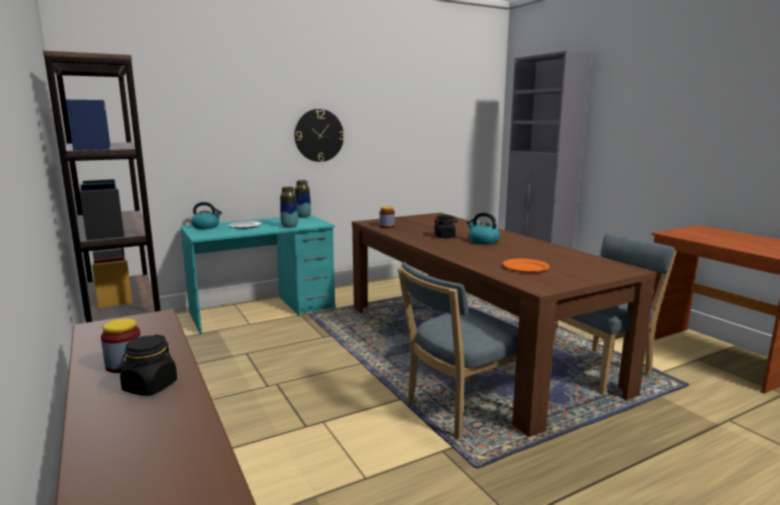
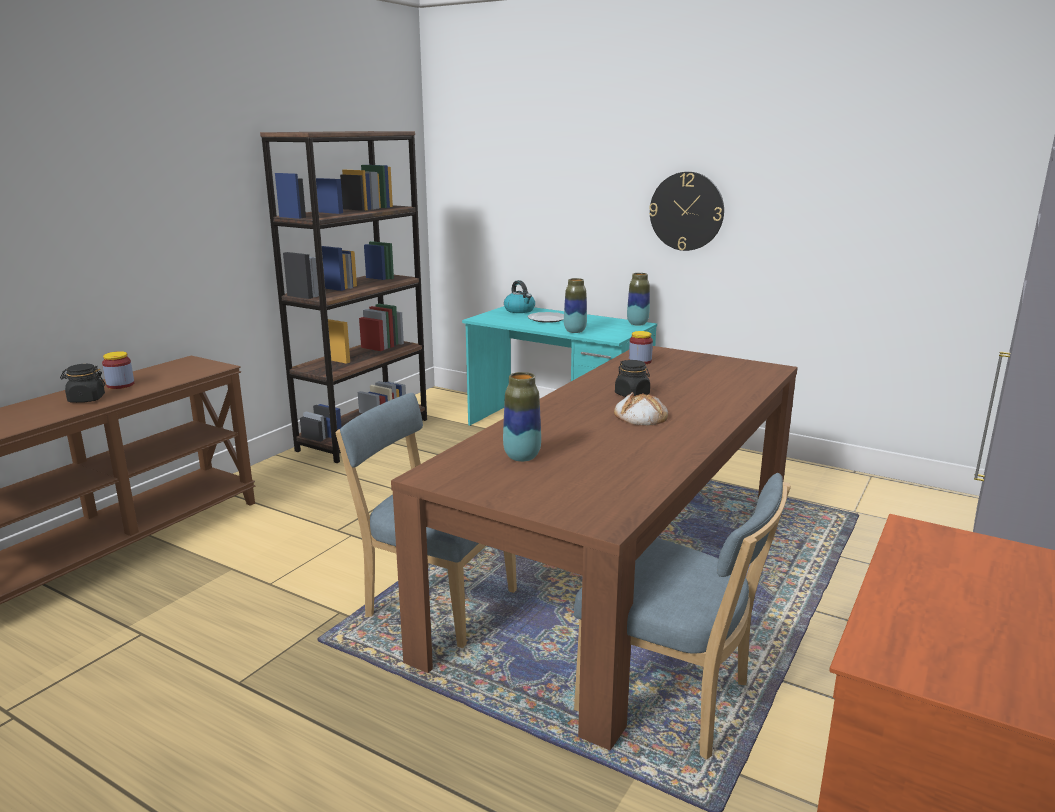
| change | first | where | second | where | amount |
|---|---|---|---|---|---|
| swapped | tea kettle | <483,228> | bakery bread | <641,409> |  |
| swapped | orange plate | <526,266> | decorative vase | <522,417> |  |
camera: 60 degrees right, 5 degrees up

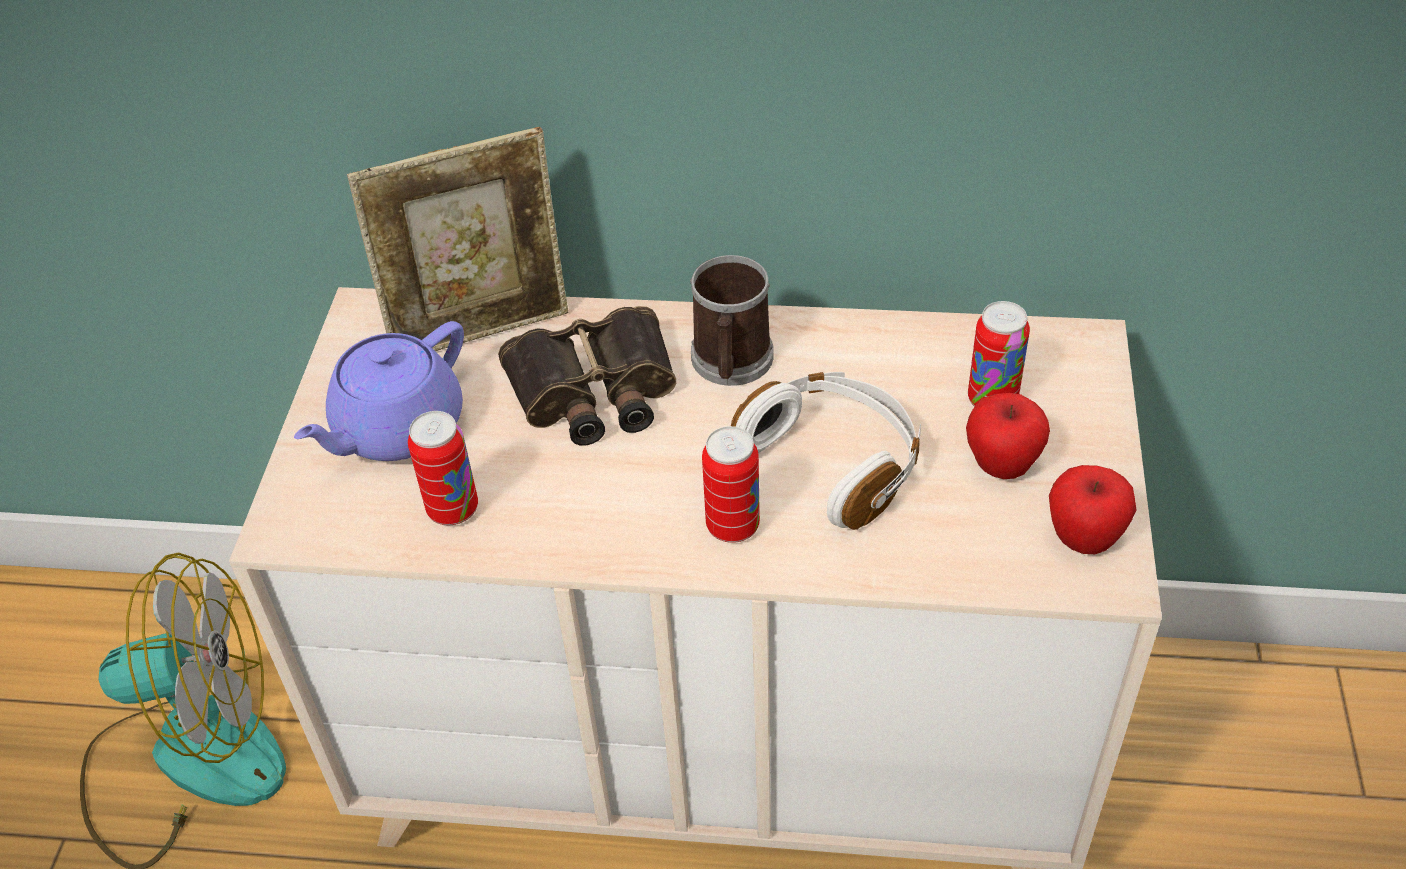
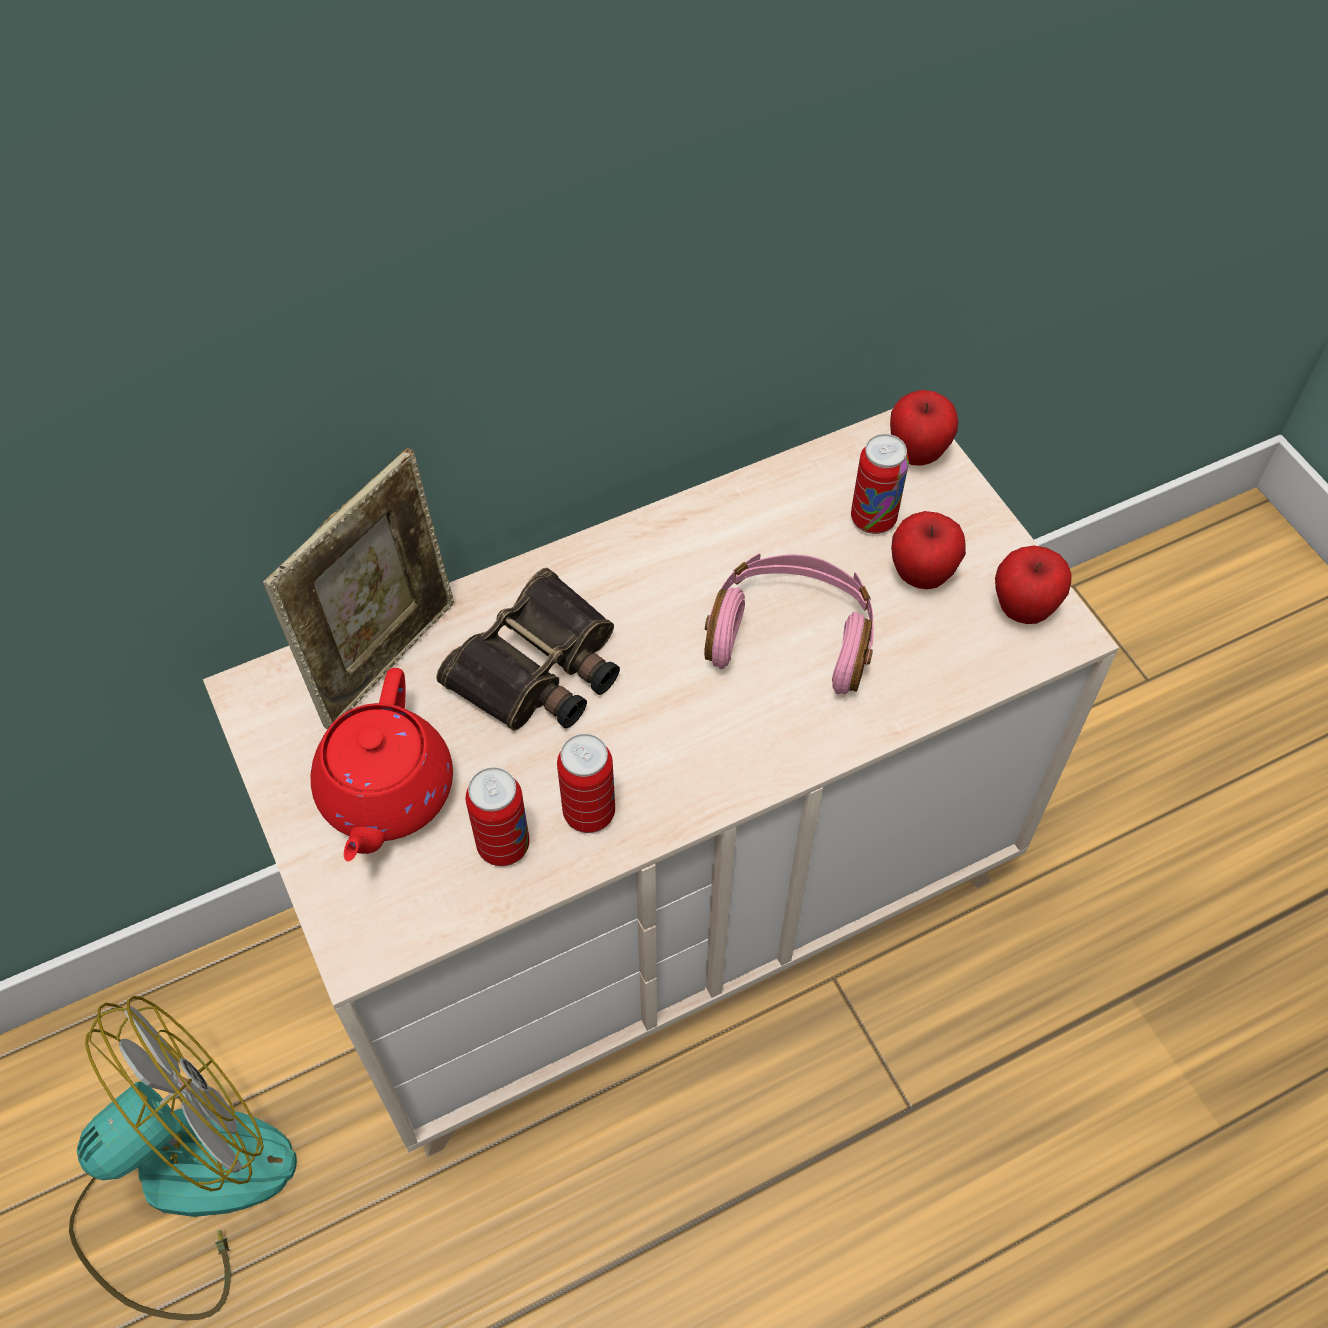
| change | first | where | second | where | amount |
|---|---|---|---|---|---|
| repainted | purplish teapot | <379,391> | reddish teapot | <382,764> |  |
| gone | mug | <732,320> |  |  |  |
| shifted | metal can | <731,484> |  | <586,783> |  |
| repainted | white headset | <826,451> | pink-coloured headset | <789,623> |  |
| new |  |  | whole apple | <924,428> |  |
camera: 35 degrees left, 10 degrees up

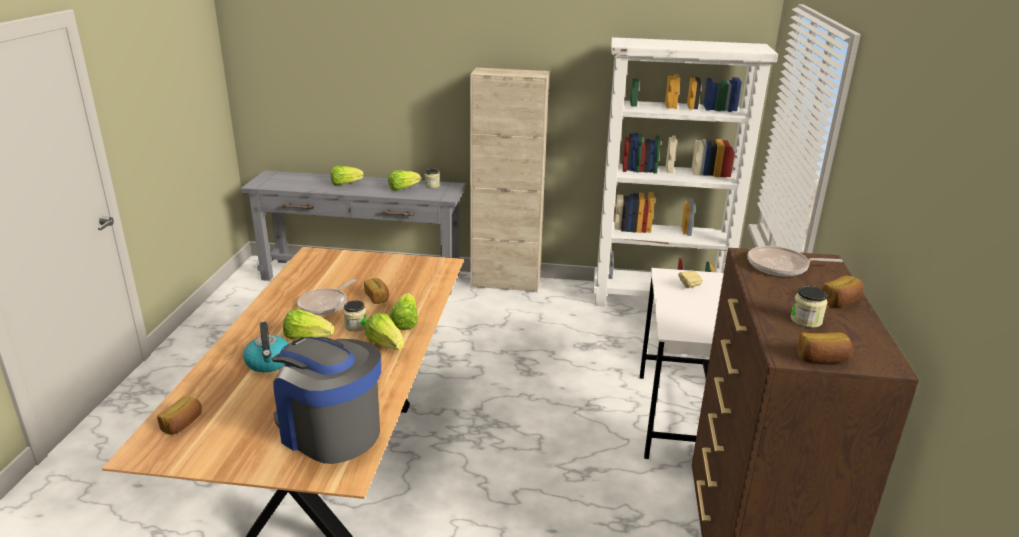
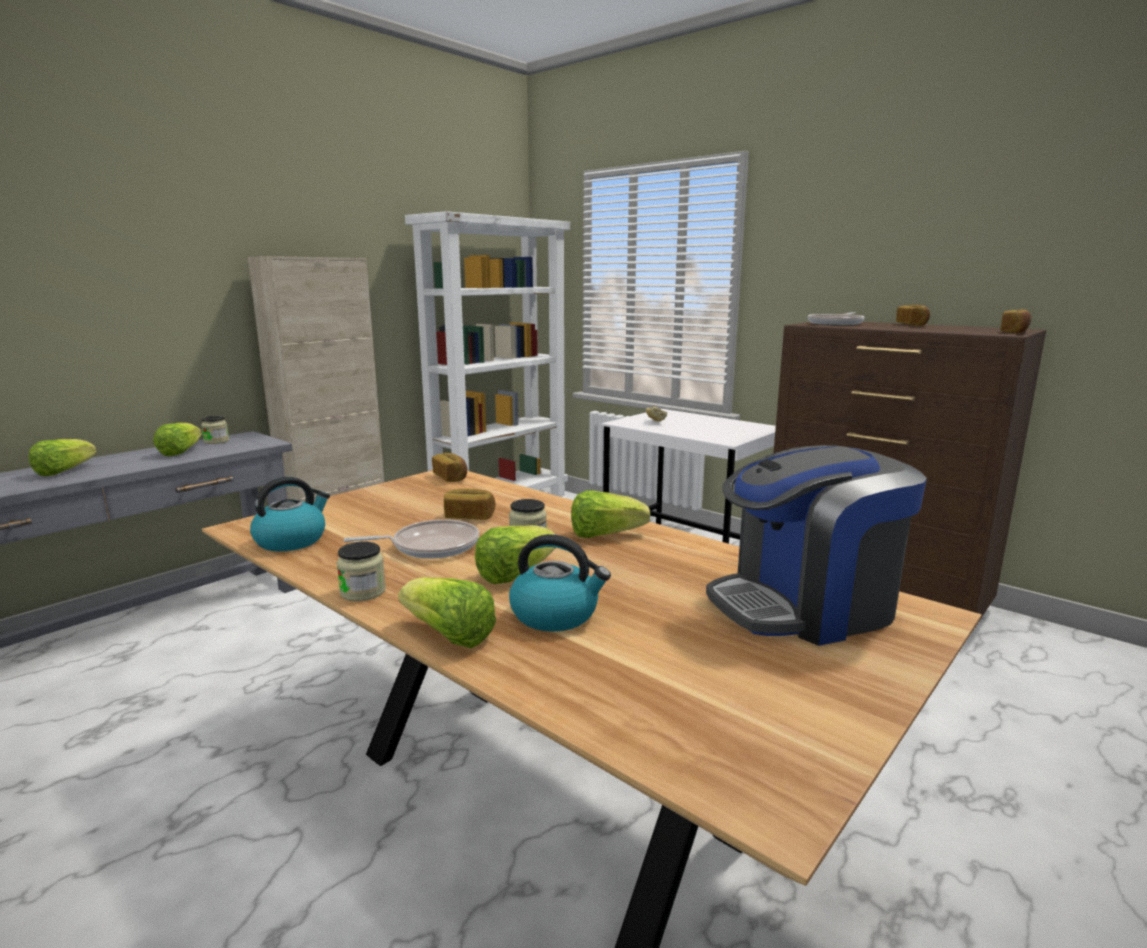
| change | first | where | second | where | amount |
|---|---|---|---|---|---|
| shifted | bakery bread | <179,415> |  | <449,467> |  |
| rotated | frying pan | <327,297> |  | <411,539> | 75 degrees counterclockwise |
| shifted | head of lettuce | <403,311> |  | <447,612> |  |
| shifted | storage jar | <809,307> |  | <361,571> |  |
| new |  |  | tea kettle | <290,514> |  |
camera: 55 degrees left, 10 degrees down

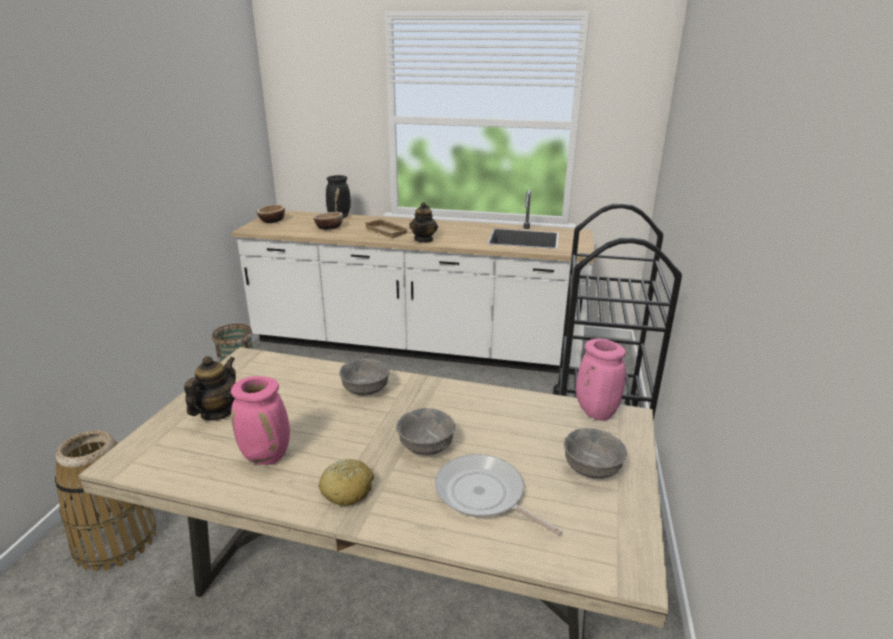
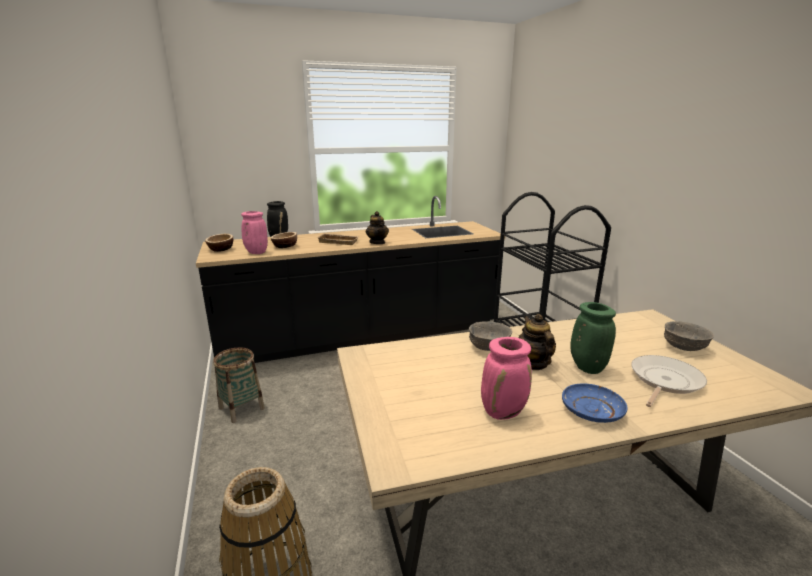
| change | first | where | second | where | amount |
|---|---|---|---|---|---|
| shifted | teapot | <210,388> |  | <537,342> |  |
| repainted | white kitchen counter | <413,282> | black-coloured kitchen counter | <350,279> |  |
| swapped | bakery bread | <346,482> | bluish plate | <595,403> |  |
| swapped | grey deep dish | <425,431> | greenish decorative vase | <593,338> |  |
| rotated | frying pan | <498,495> |  | <669,381> | 120 degrees clockwise |
| shifted | pink-coloured decorative vase | <601,380> |  | <254,232> |  |
camera: 30 degrees left, 5 degrees down

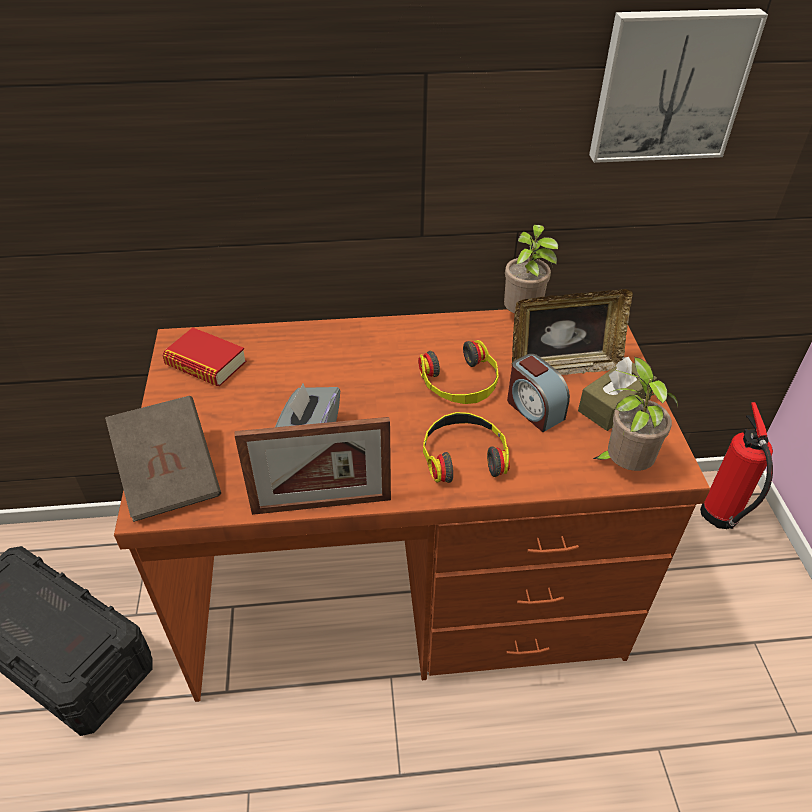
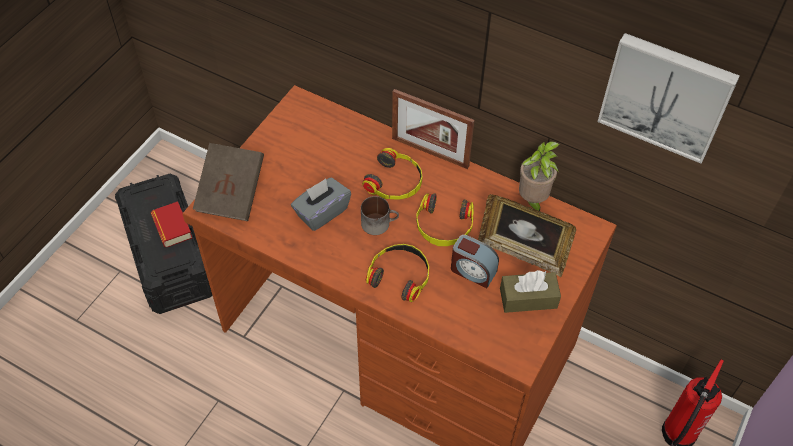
| change | first | where | second | where | amount |
|---|---|---|---|---|---|
| shifted | bound book | <204,356> |  | <171,224> |  |
| shifted | picture frame | <313,466> |  | <433,129> |  |
| rotated | table clock | <538,393> |  | <475,261> | 60 degrees counterclockwise |
| gone | houseplant | <635,414> |  |  |  |
| new |  |  | mug | <380,215> |  |
| new |  |  | headset | <392,174> |  |
camera: 35 degrees right, 10 degrees up

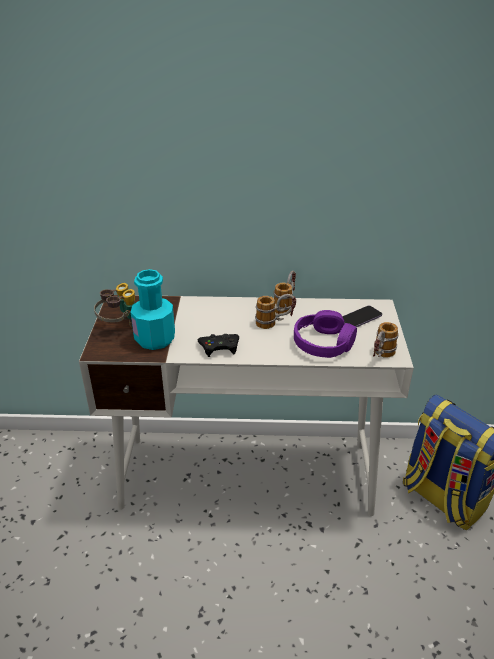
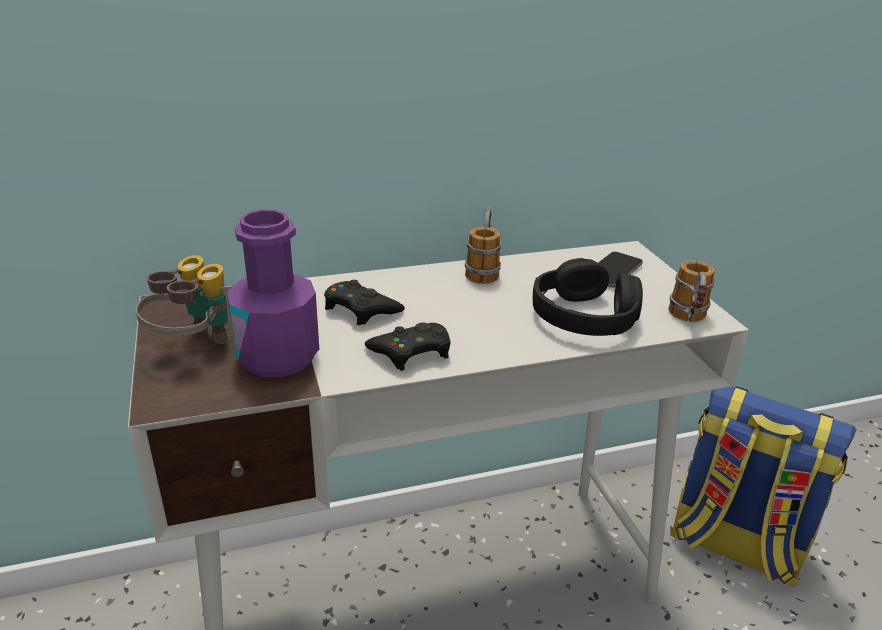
| change | first | where | second | where | amount |
|---|---|---|---|---|---|
| repainted | turquoise-coloured drink bottle | <153,309> | purplish drink bottle | <273,293> |  |
| gone | mug | <275,311> |  |  |  |
| repainted | purplish headset | <325,334> | black-coloured headset | <588,297> |  |
| new |  |  | black-coloured joypad | <364,302> |  |
camera: 20 degrees left, 5 degrees down

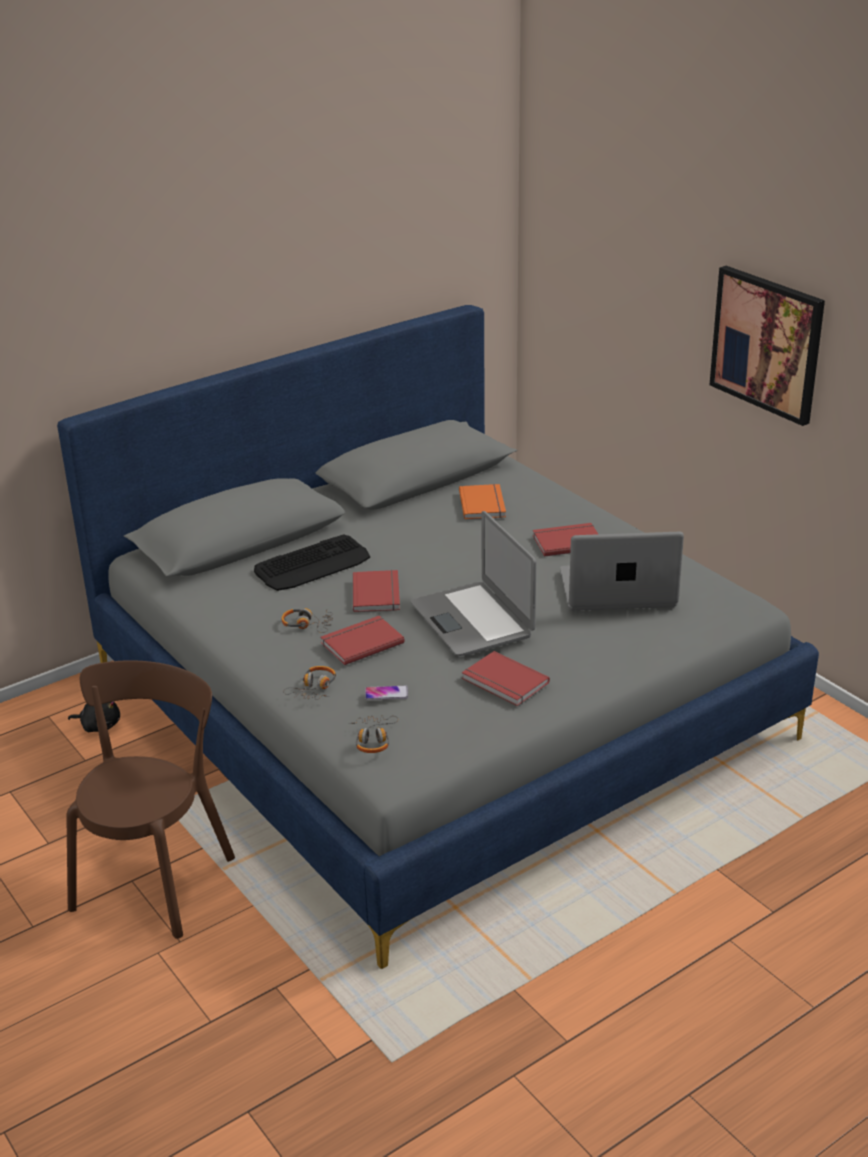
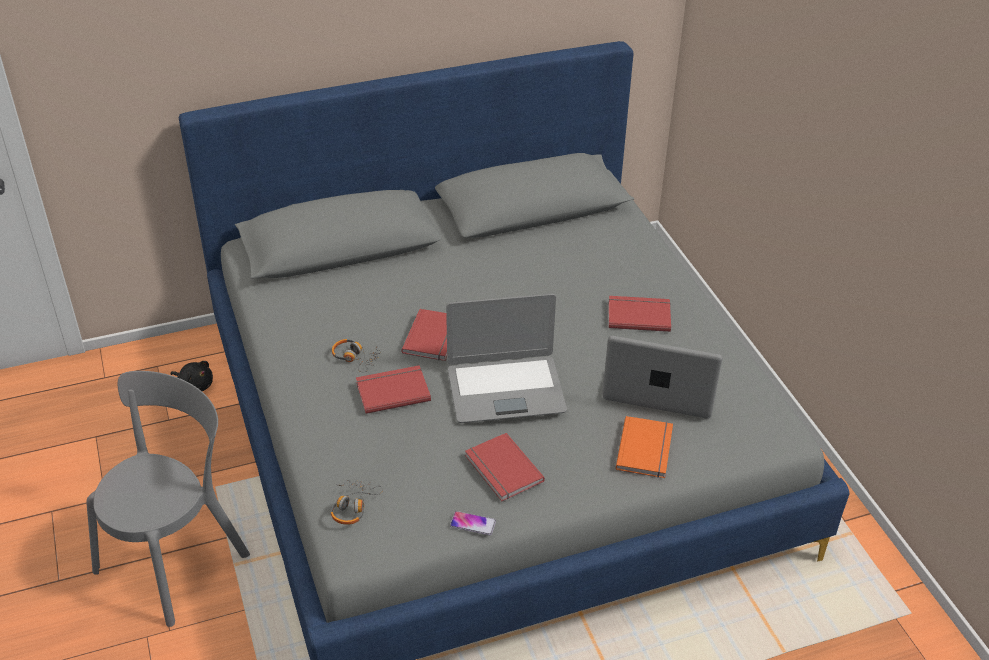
| change | first | where | second | where | amount |
|---|---|---|---|---|---|
| repainted | brown chair | <150,799> | grey chair | <168,499> |  |
| gone | keyboard | <312,562> |  |  |  |
| gone | headset | <309,683> |  |  |  |
| shifted | phone | <386,693> |  | <473,523> |  |
| rotated | laptop | <473,583> |  | <506,358> | 90 degrees counterclockwise |
| shifted | orange bound book | <482,501> |  | <644,447> |  |
| gone | wall picture | <767,346> |  |  |  |
camera: 15 degrees right, 10 degrees up

